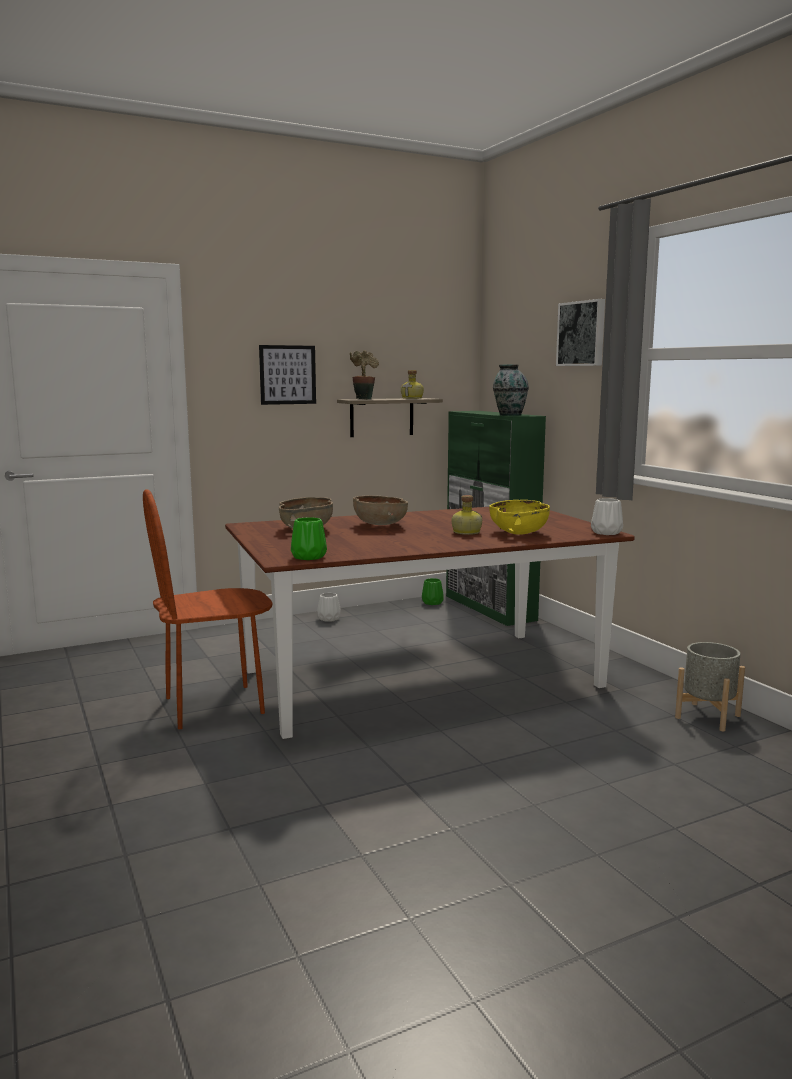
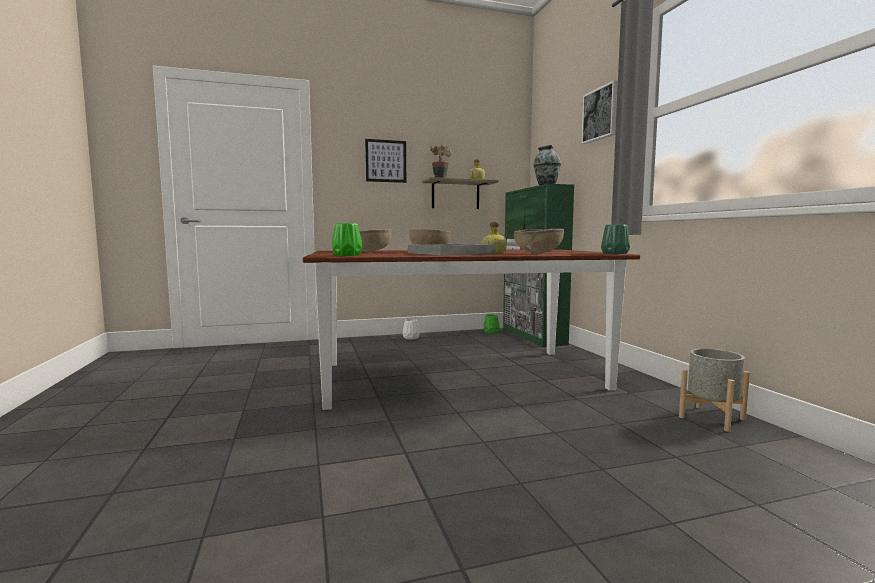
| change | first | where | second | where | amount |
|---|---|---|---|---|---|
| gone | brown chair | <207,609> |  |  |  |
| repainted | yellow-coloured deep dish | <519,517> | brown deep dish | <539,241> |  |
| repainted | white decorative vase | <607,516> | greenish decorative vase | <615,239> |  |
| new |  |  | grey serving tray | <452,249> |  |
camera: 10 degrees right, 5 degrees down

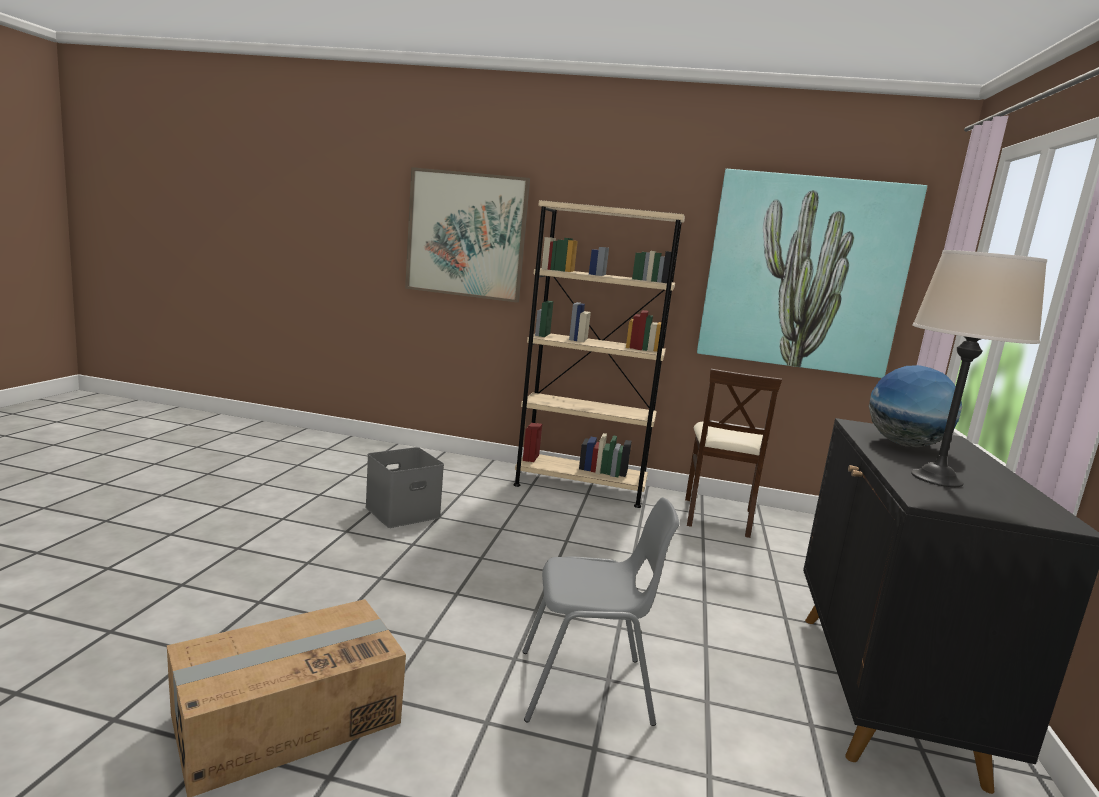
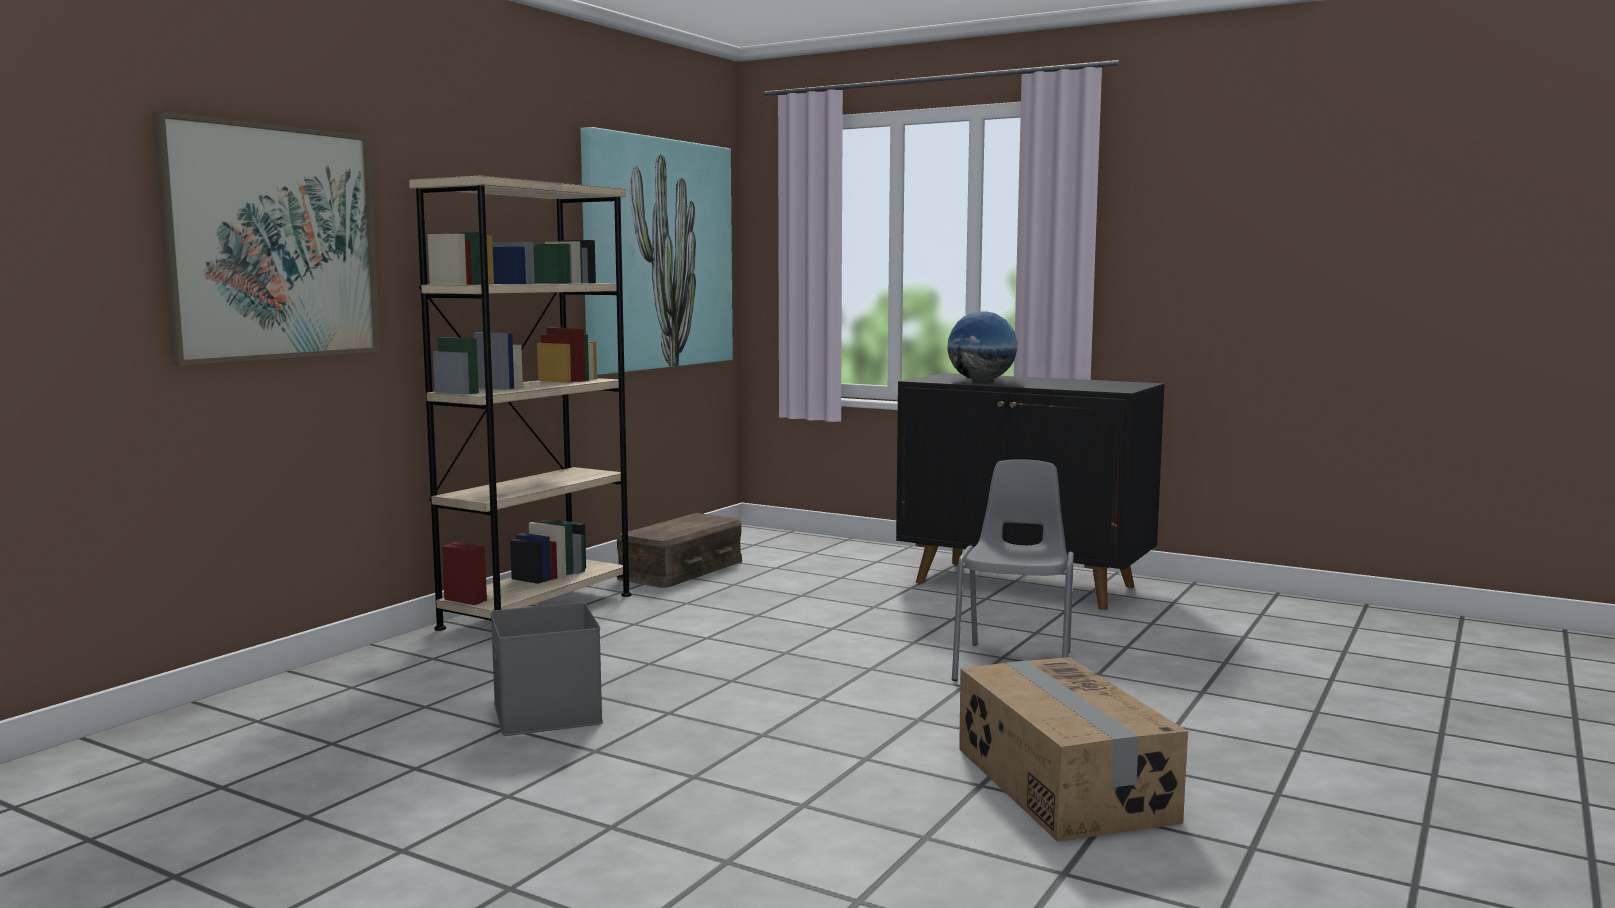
| change | first | where | second | where | amount |
|---|---|---|---|---|---|
| swapped | beige-coloured chair | <733,453> | brown storage bin | <679,550> |  |
| gone | beige-coloured tabletop lamp | <979,368> |  |  |  |
camera: 70 degrees left, 5 degrees down

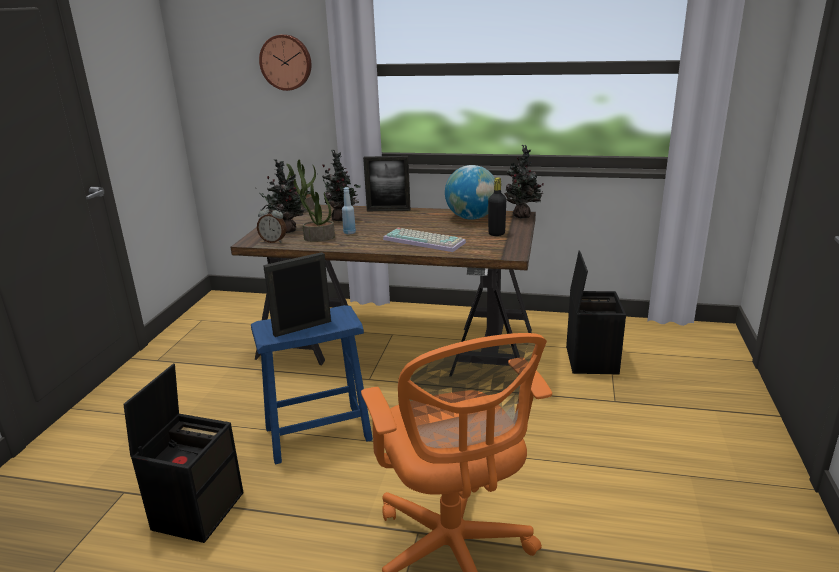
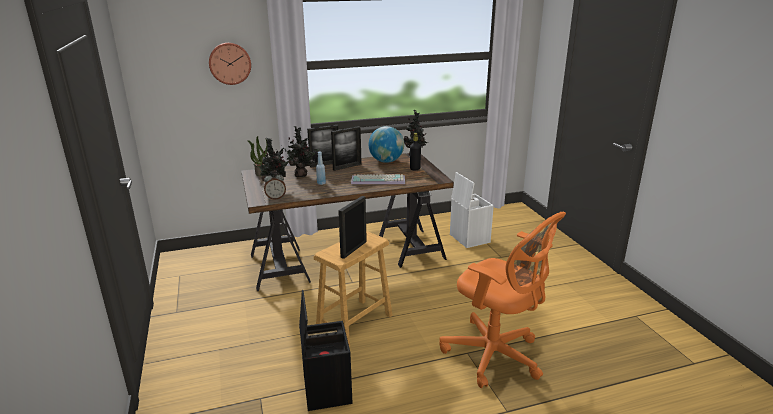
| change | first | where | second | where | amount |
|---|---|---|---|---|---|
| repainted | bluish sitting stool | <312,384> | brown sitting stool | <353,288> |  |
| gone | houseplant | <317,212> |  |  |  |
| repainted | black-coloured storage bin | <596,312> | white storage bin | <472,210> |  |
| new |  |  | picture frame | <346,148> |  |
camera: 30 degrees left, 0 degrees up

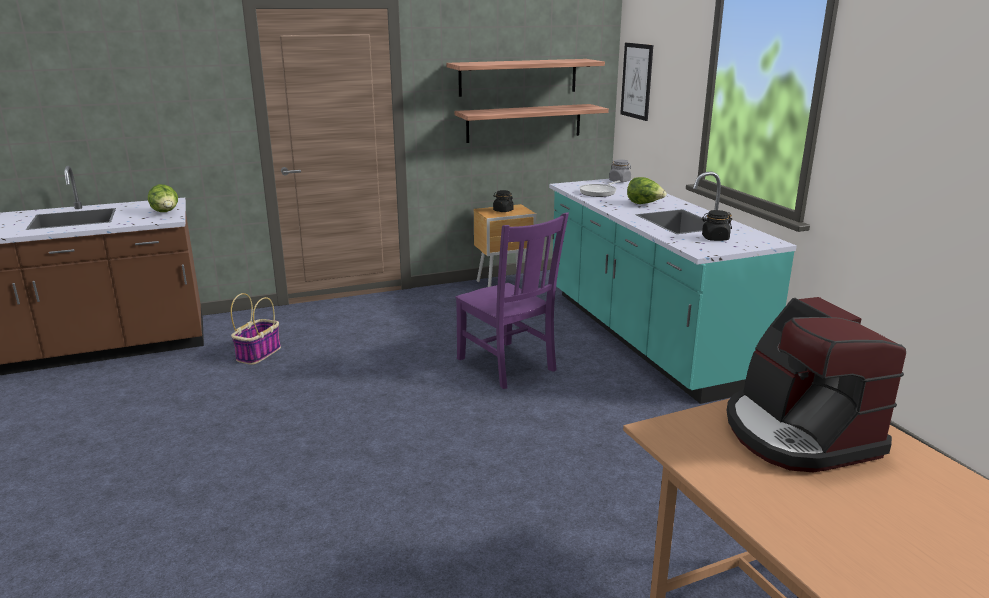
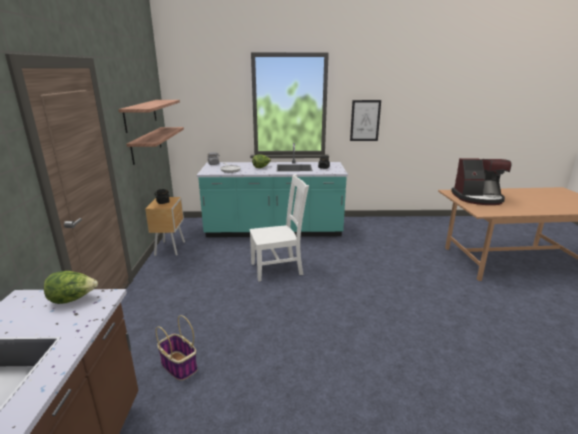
| change | first | where | second | where | amount |
|---|---|---|---|---|---|
| repainted | purplish chair | <512,300> | white chair | <279,228> |  |
| shifted | wall picture | <636,82> |  | <365,120> |  |
camera: 70 degrees left, 0 degrees up

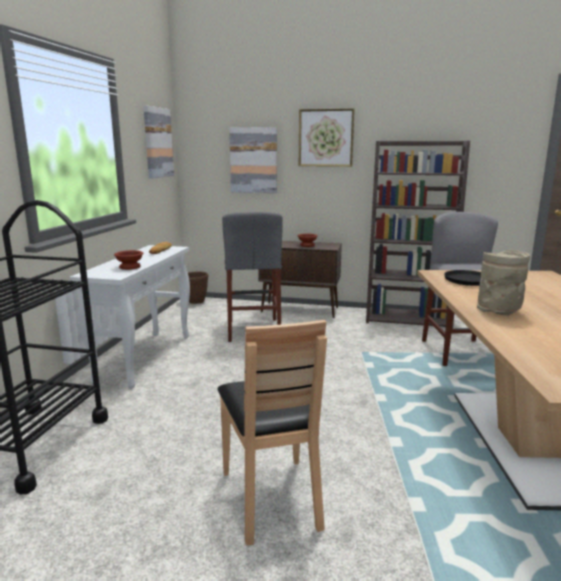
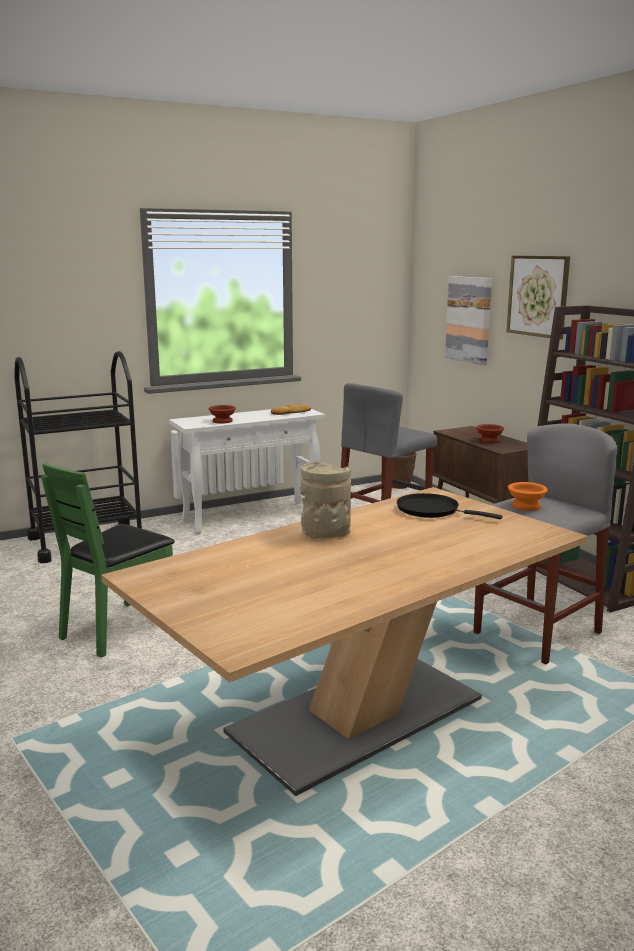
| change | first | where | second | where | amount |
|---|---|---|---|---|---|
| gone | wall picture | <159,142> |  |  |  |
| repainted | brown chair | <272,432> | greenish chair | <108,560> |  |
| new |  |  | orange deep dish | <528,496> |  |
camera: 50 degrees right, 0 degrees up

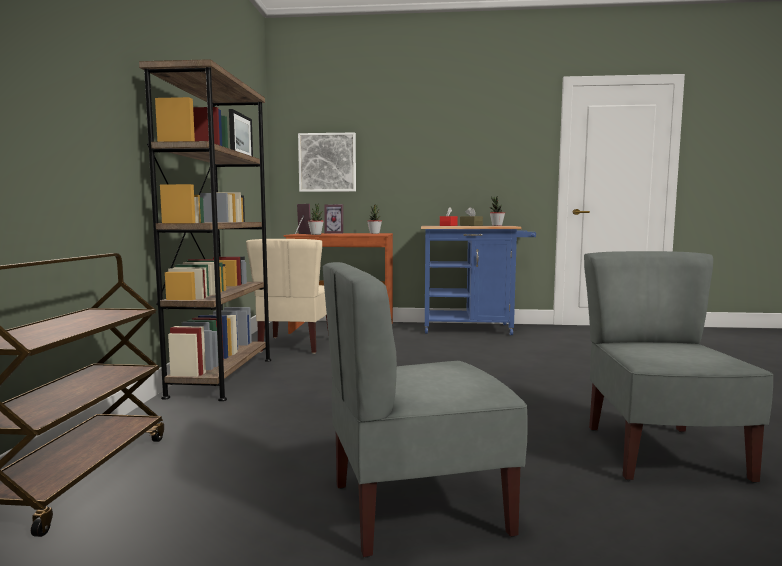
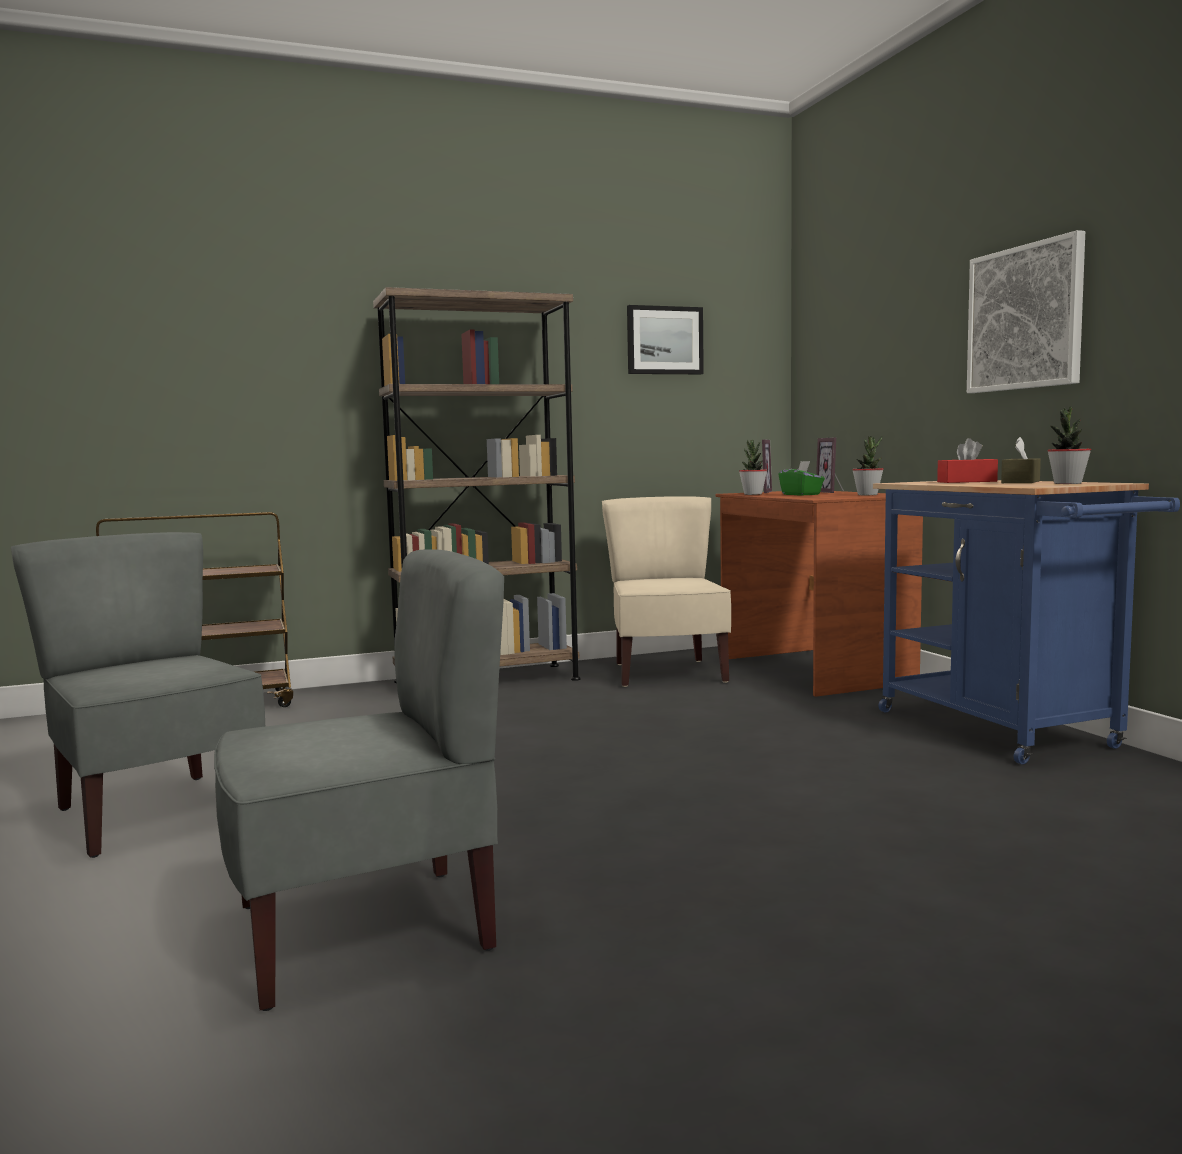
| change | first | where | second | where | amount |
|---|---|---|---|---|---|
| rotated | beige-coloured chair | <287,296> |  | <666,591> | 105 degrees clockwise |
| shifted | wall picture | <327,162> |  | <1026,311> |  |
| new |  |  | greenish box of tissues | <802,478> |  |
camera: 65 degrees right, 0 degrees up

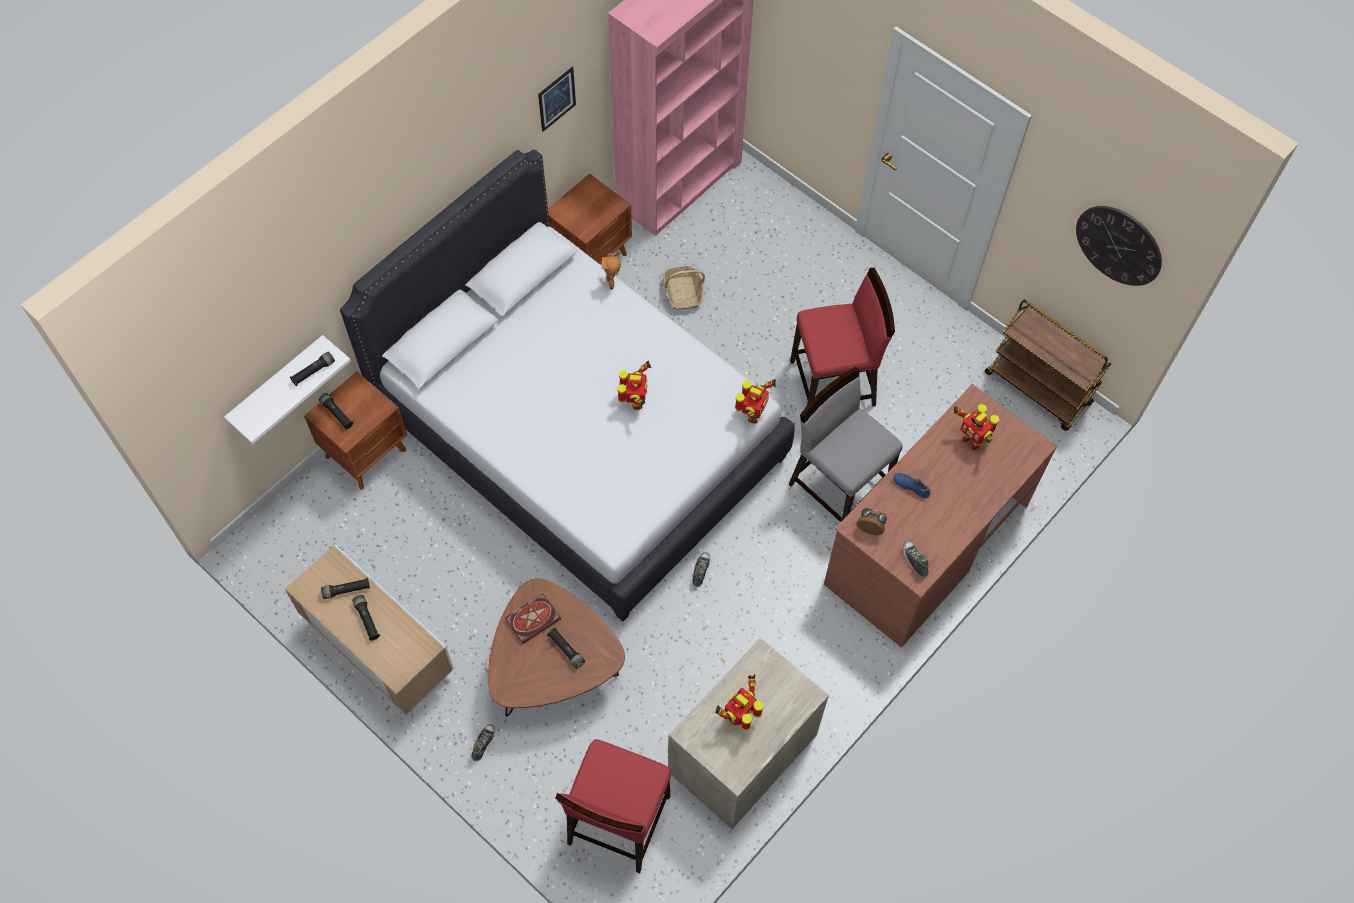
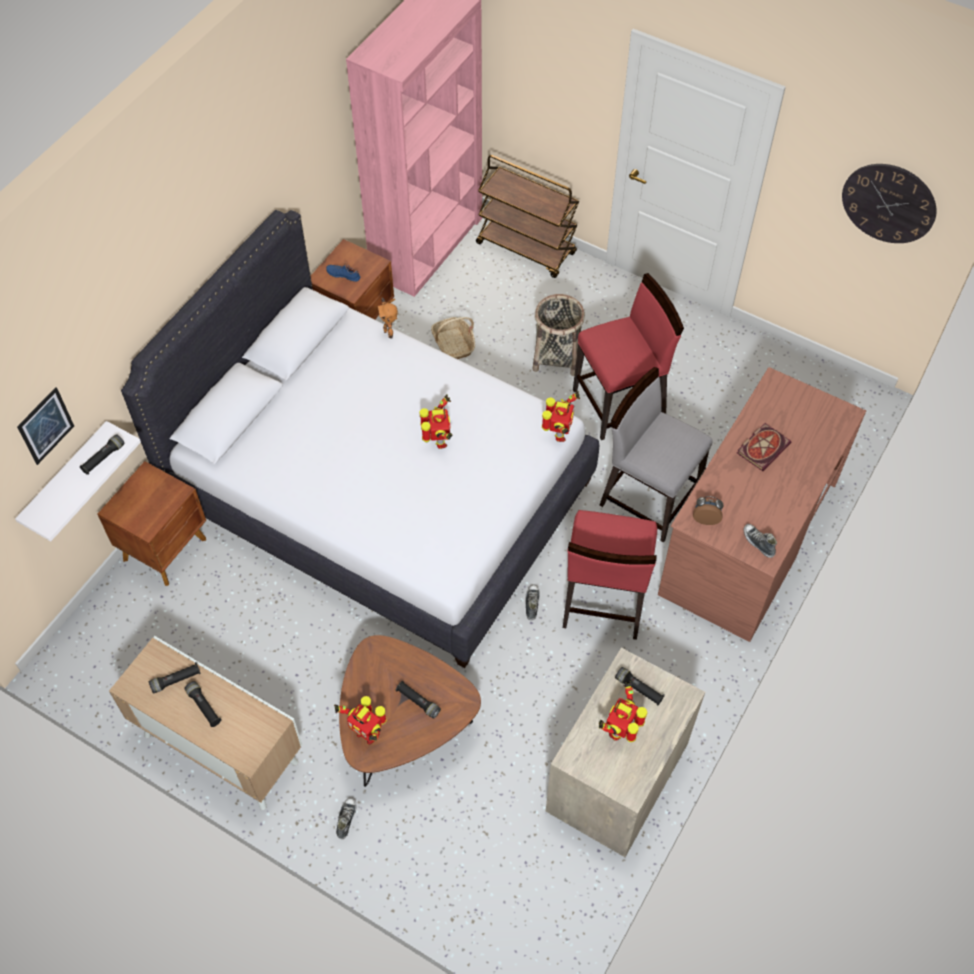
| change | first | where | second | where | amount |
|---|---|---|---|---|---|
| shifted | black-coloured torch | <336,411> |  | <640,686> |  |
| shifted | bound book | <533,618> |  | <764,447> |  |
| shifted | wall picture | <557,99> |  | <45,426> |  |
| shifted | reddish chair | <613,806> |  | <610,575> |  |
| shifted | bluish item of footwear | <912,486> |  | <343,272> |  |
| shifted | model robot | <976,427> |  | <360,720> |  |
| shifted | brown trolley | <1048,365> |  | <527,216> |  |
| new |  |  | basket | <559,335> |  |
camera: 10 degrees left, 5 degrees down

